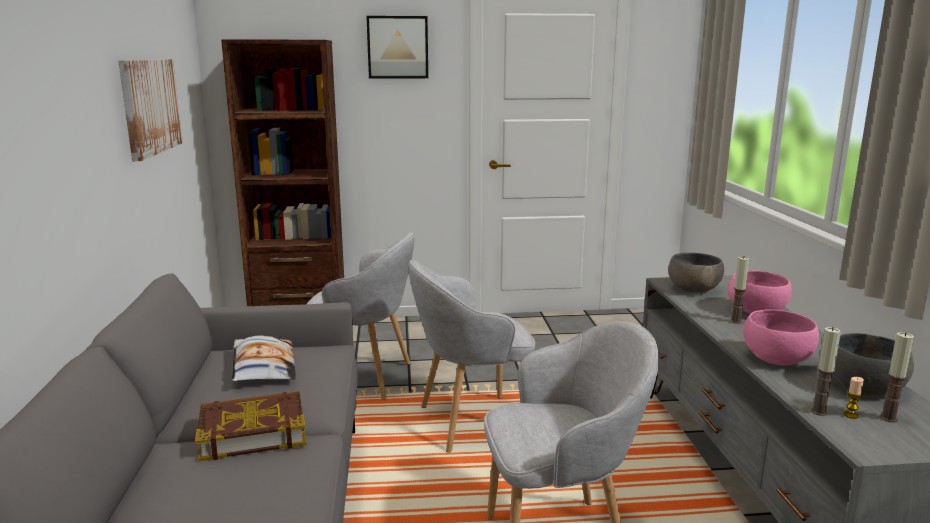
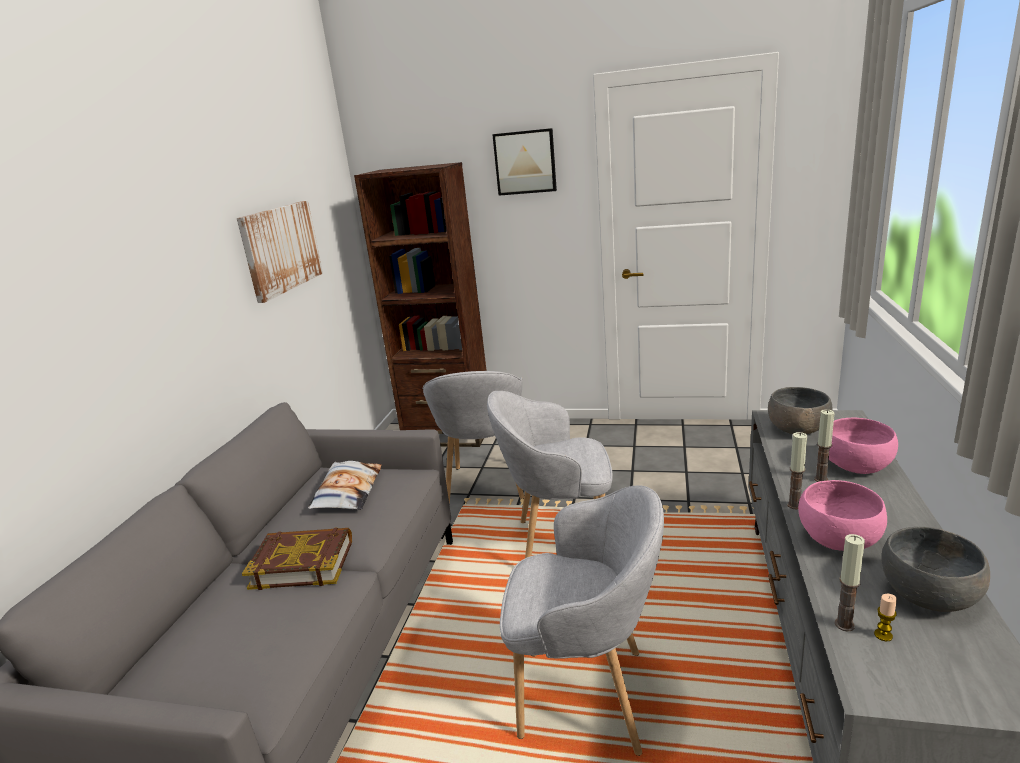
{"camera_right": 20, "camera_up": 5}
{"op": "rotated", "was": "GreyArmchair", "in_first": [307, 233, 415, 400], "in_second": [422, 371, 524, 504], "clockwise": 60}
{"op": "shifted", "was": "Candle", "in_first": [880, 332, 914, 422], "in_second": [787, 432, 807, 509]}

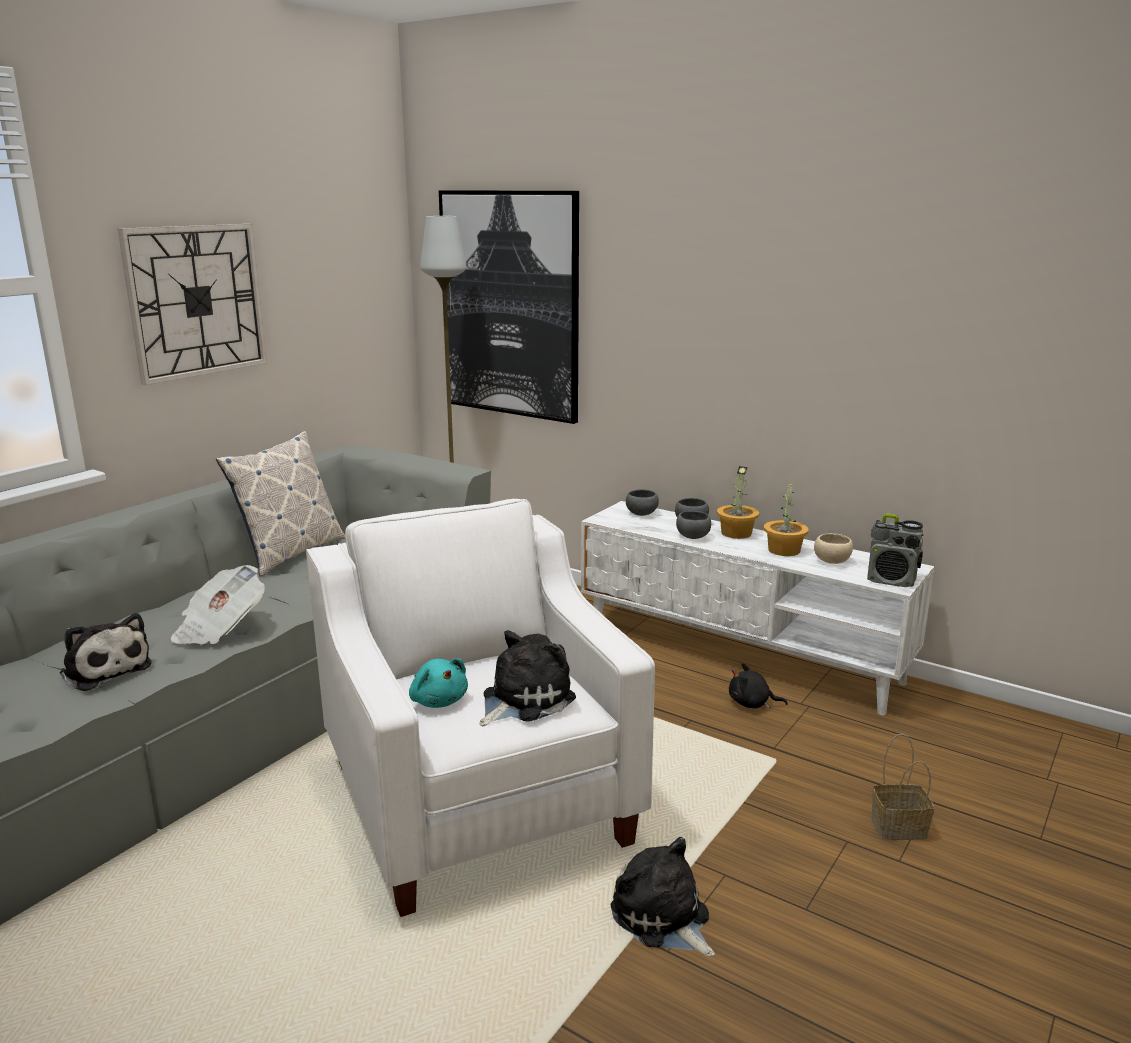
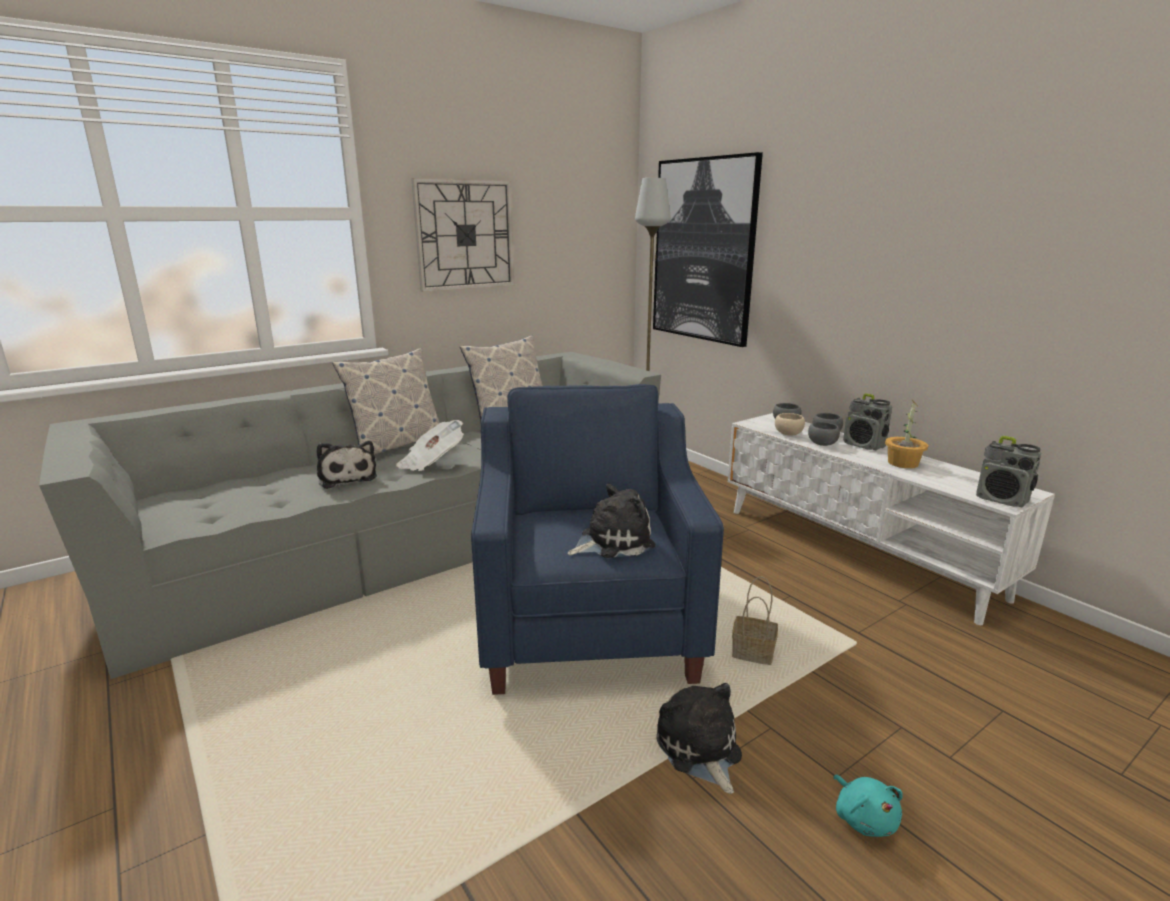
{"camera_right": 20, "camera_up": 0}
{"op": "new", "now": "Pillow", "in_second": [332, 348, 440, 455]}
{"op": "repainted", "was": "WhiteArmchair", "now": "BlueArmchair", "in_first": [306, 499, 655, 917], "in_second": [471, 384, 724, 695]}
{"op": "shifted", "was": "Basket", "in_first": [871, 734, 934, 840], "in_second": [732, 577, 778, 665]}
{"op": "shifted", "was": "BeigeBowl", "in_first": [814, 533, 853, 564], "in_second": [775, 413, 805, 436]}
{"op": "shifted", "was": "TurquoisePlushToy", "in_first": [409, 658, 468, 708], "in_second": [833, 774, 903, 837]}
{"op": "swapped", "was": "PottedPlant", "now": "Radio", "in_first": [717, 466, 759, 539], "in_second": [843, 393, 892, 451]}
{"op": "gone", "was": "BlackPlushToy", "in_first": [729, 663, 788, 708]}

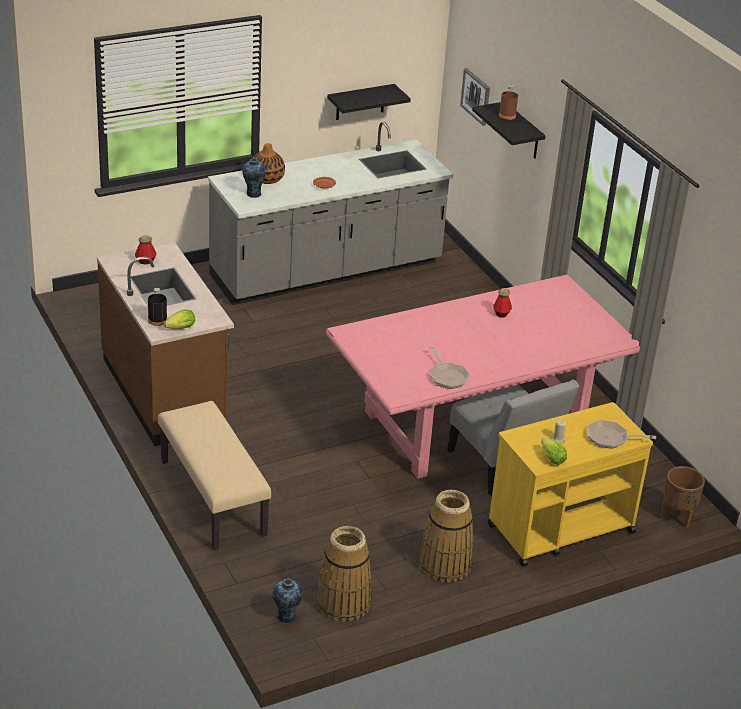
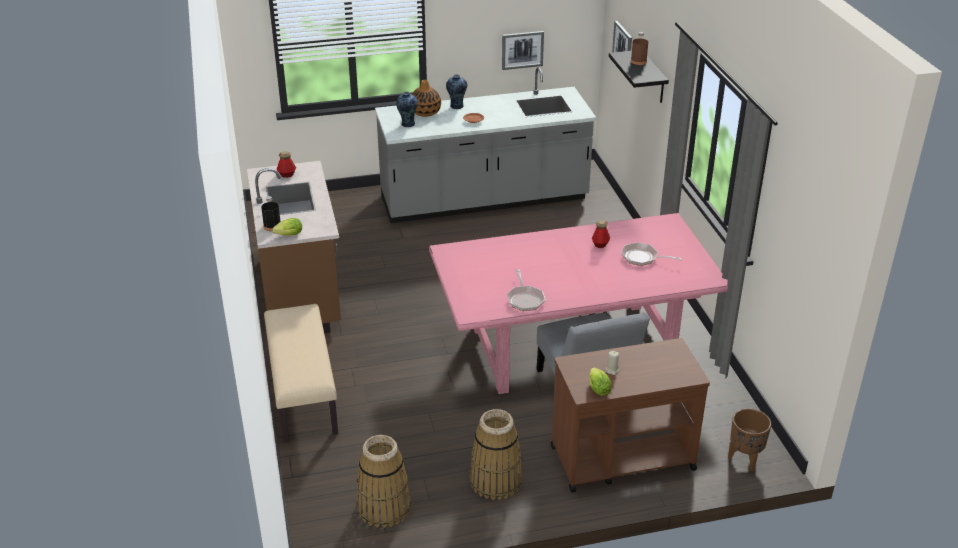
{"camera_right": 15, "camera_up": 0}
{"op": "shifted", "was": "Vase", "in_first": [273, 579, 303, 624], "in_second": [446, 74, 467, 109]}
{"op": "swapped", "was": "BlackShelf", "now": "Picture", "in_first": [327, 84, 411, 120], "in_second": [502, 31, 544, 70]}
{"op": "repainted", "was": "YellowCart", "now": "BrownCart", "in_first": [488, 402, 653, 567], "in_second": [551, 338, 710, 492]}
{"op": "shifted", "was": "FryingPan", "in_first": [587, 420, 656, 449], "in_second": [621, 242, 682, 266]}

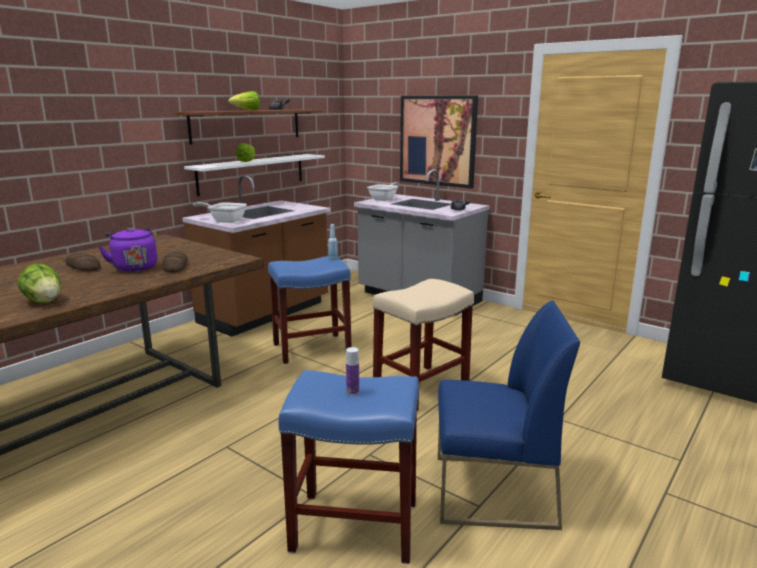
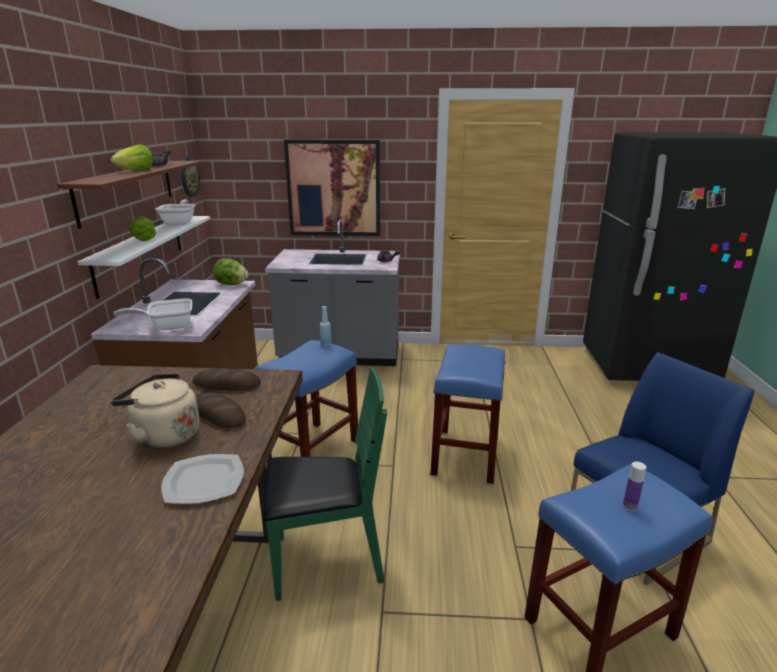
{"camera_right": -35, "camera_up": 5}
{"op": "repainted", "was": "PurpleKettle", "now": "BeigeKettle", "in_first": [99, 227, 157, 272], "in_second": [111, 373, 199, 449]}
{"op": "shifted", "was": "FryingPan", "in_first": [367, 182, 399, 201], "in_second": [156, 200, 195, 225]}
{"op": "new", "now": "Plate", "in_second": [161, 454, 244, 504]}
{"op": "new", "now": "WallClock", "in_second": [181, 156, 200, 197]}
{"op": "shifted", "was": "Bread", "in_first": [65, 253, 101, 271], "in_second": [193, 368, 261, 390]}
{"op": "shifted", "was": "Lettuce", "in_first": [18, 264, 61, 303], "in_second": [213, 258, 249, 285]}
{"op": "new", "now": "GreenChair", "in_second": [263, 367, 387, 601]}
{"op": "repainted", "was": "BeigeStool", "now": "BlueStool", "in_first": [373, 279, 474, 412], "in_second": [431, 344, 505, 484]}

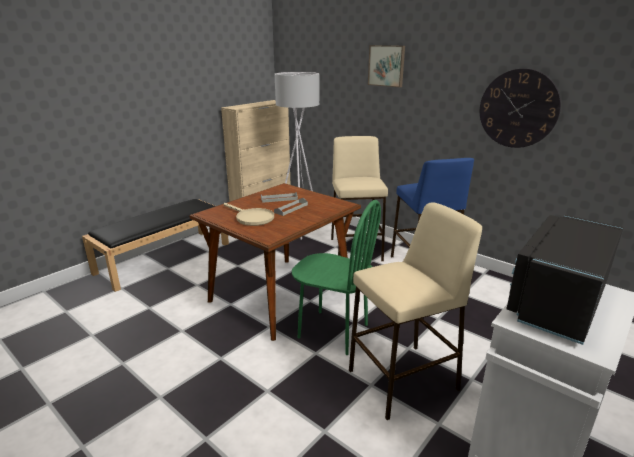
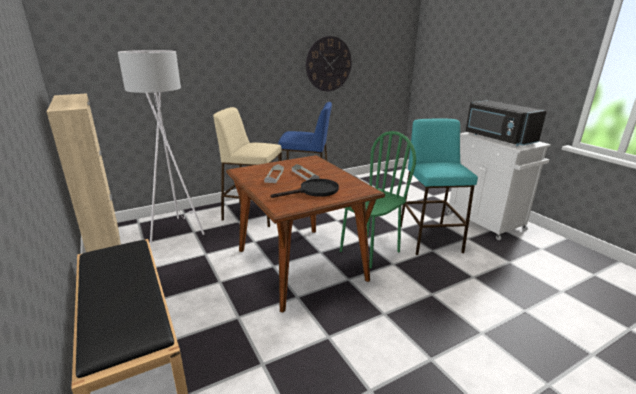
{"camera_right": -70, "camera_up": 0}
{"op": "repainted", "was": "BeigeFryingPan", "now": "BlackFryingPan", "in_first": [224, 203, 274, 226], "in_second": [271, 179, 339, 198]}
{"op": "repainted", "was": "BeigeStool", "now": "TurquoiseStool", "in_first": [349, 202, 482, 420], "in_second": [401, 119, 478, 255]}
{"op": "gone", "was": "Picture", "in_first": [368, 45, 405, 87]}

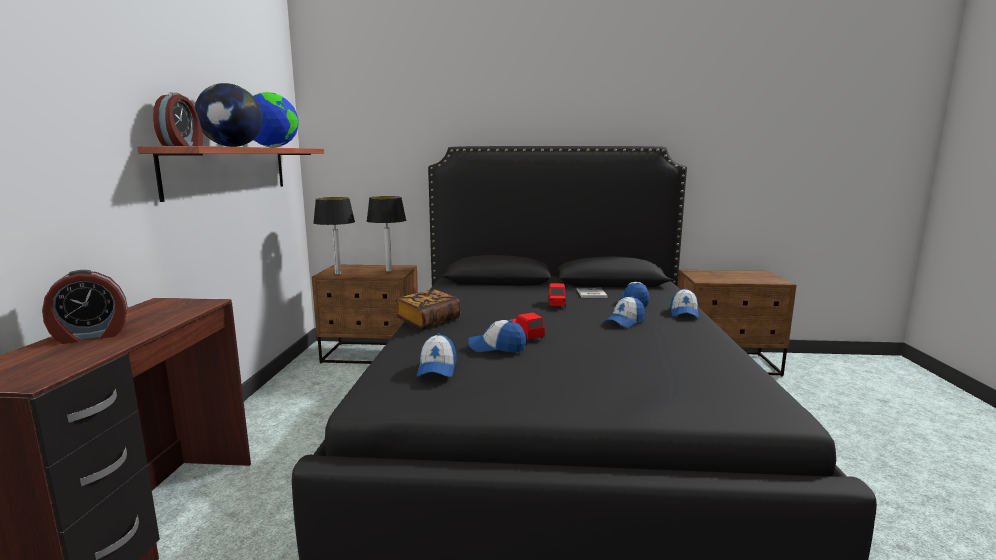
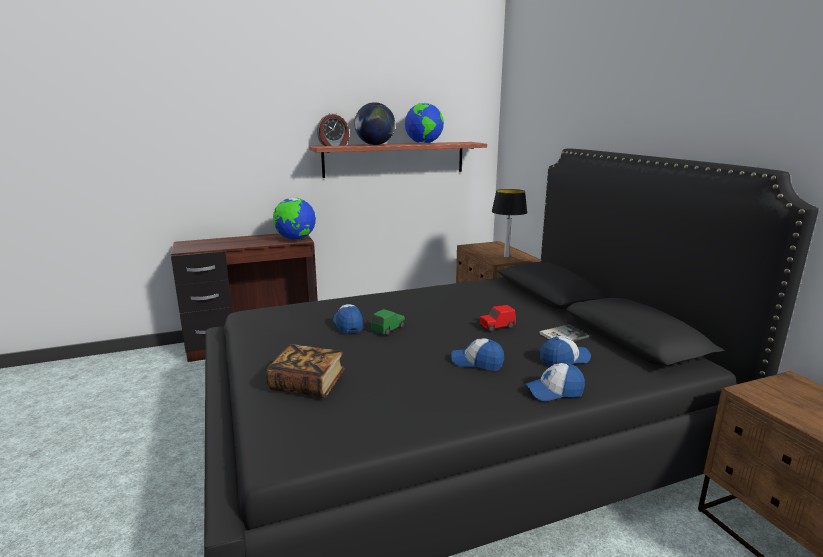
{"camera_right": 65, "camera_up": 5}
{"op": "shifted", "was": "Book", "in_first": [395, 289, 461, 330], "in_second": [266, 344, 345, 398]}
{"op": "new", "now": "Globe", "in_second": [273, 198, 316, 240]}
{"op": "repainted", "was": "RedToyCar", "now": "GreenToyCar", "in_first": [510, 313, 545, 341], "in_second": [371, 309, 405, 336]}
{"op": "gone", "was": "AlarmClock", "in_first": [42, 270, 128, 344]}
{"op": "gone", "was": "TableLamp", "in_first": [313, 197, 355, 275]}
{"op": "gone", "was": "Cap", "in_first": [417, 334, 457, 377]}

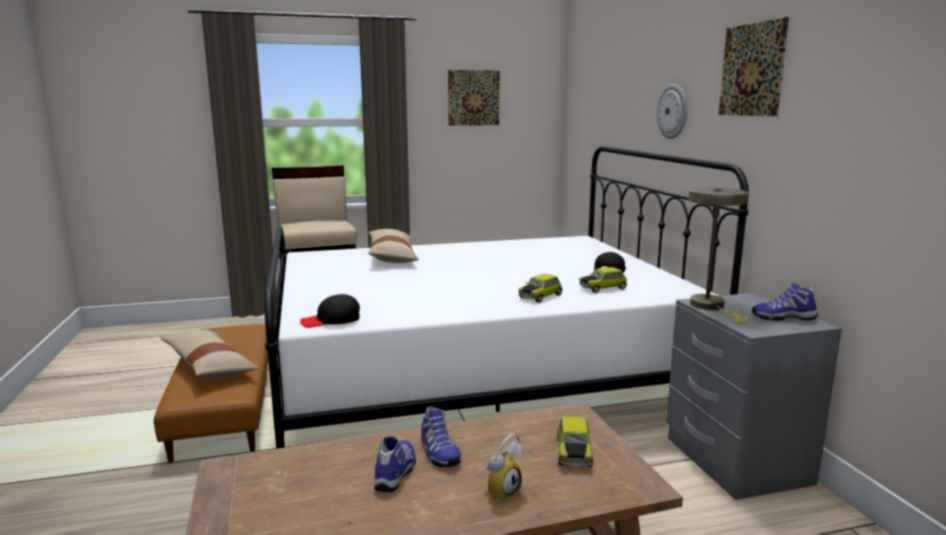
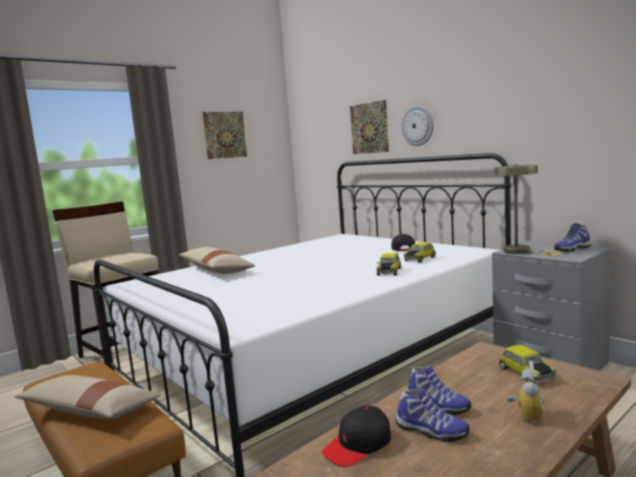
{"camera_right": -25, "camera_up": -5}
{"op": "shifted", "was": "BlackCap", "in_first": [300, 294, 360, 328], "in_second": [322, 406, 391, 467]}
{"op": "shifted", "was": "Picture", "in_first": [718, 17, 789, 116], "in_second": [350, 100, 389, 154]}
{"op": "rotated", "was": "Shoe", "in_first": [374, 436, 416, 492], "in_second": [396, 388, 470, 443], "clockwise": 135}

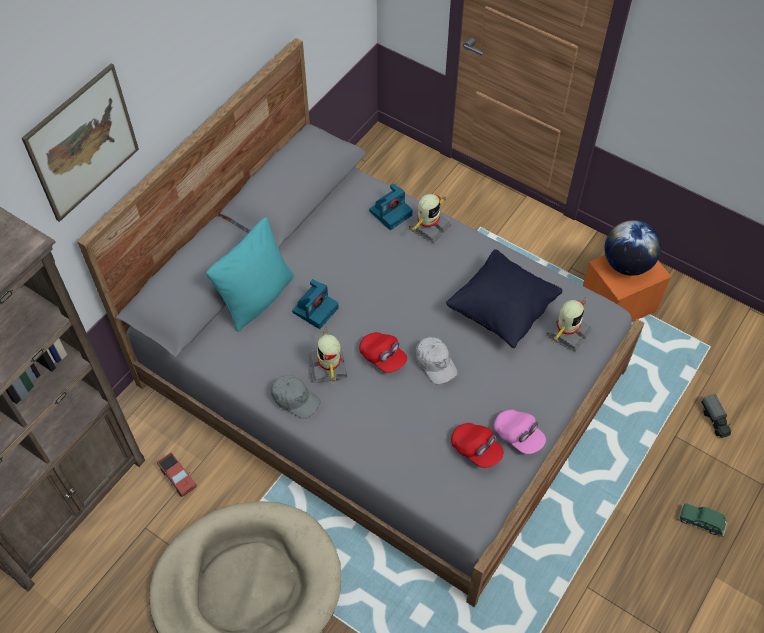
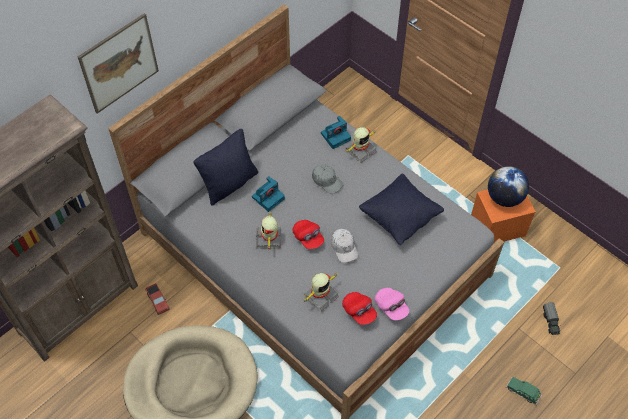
{"camera_right": 10, "camera_up": 0}
{"op": "repainted", "was": "TurquoisePillow", "now": "BlackPillow", "in_first": [206, 218, 294, 332], "in_second": [193, 129, 258, 206]}
{"op": "shifted", "was": "ToyRobot", "in_first": [546, 299, 592, 351], "in_second": [303, 273, 339, 311]}
{"op": "shifted", "was": "GreyCap", "in_first": [271, 375, 321, 419], "in_second": [312, 165, 343, 194]}

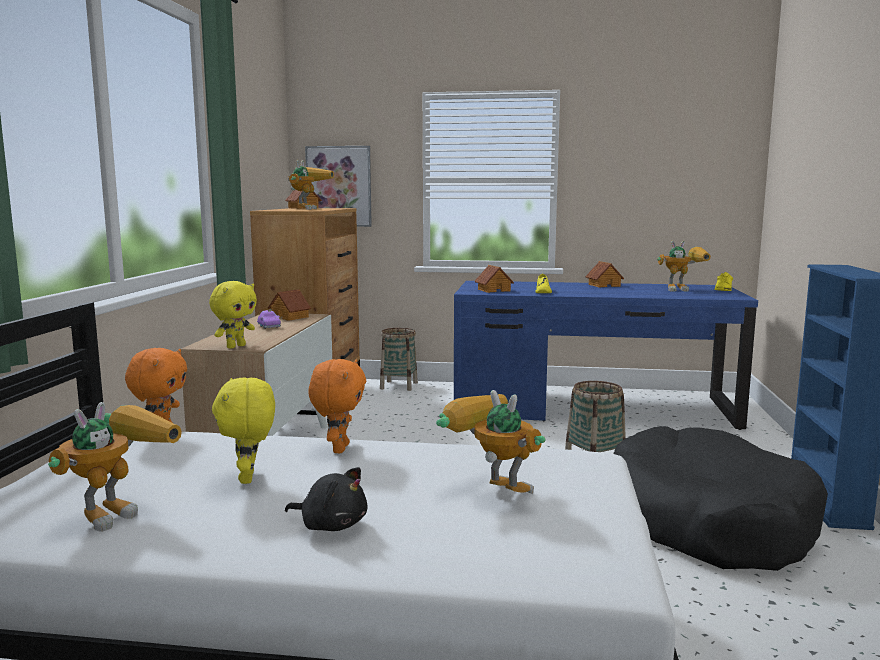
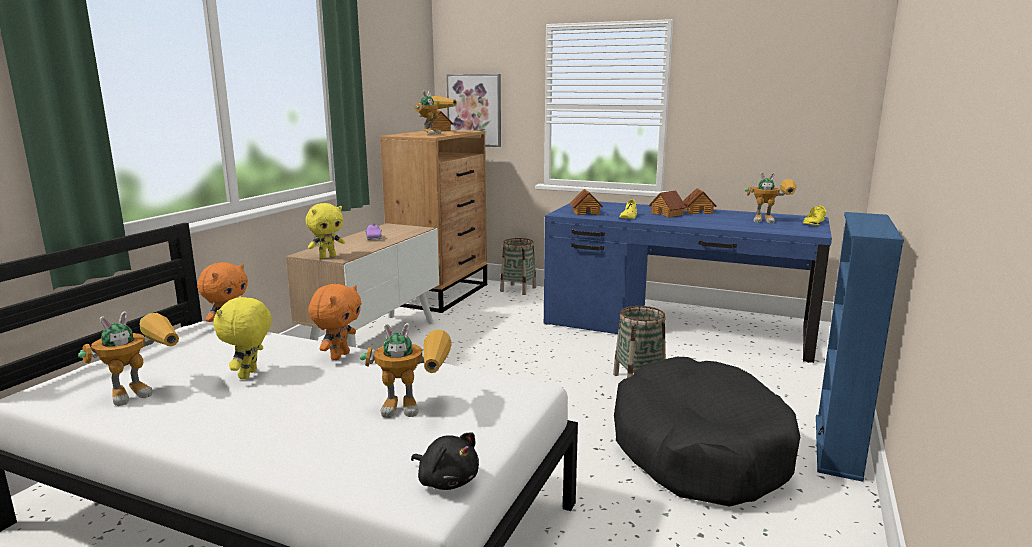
{"camera_right": 15, "camera_up": 5}
{"op": "rotated", "was": "ToyRobot", "in_first": [436, 390, 545, 494], "in_second": [360, 323, 452, 418], "clockwise": 120}
{"op": "shifted", "was": "BlackPlushToy", "in_first": [285, 467, 367, 531], "in_second": [411, 433, 479, 490]}
{"op": "shifted", "was": "ToyHouse", "in_first": [268, 289, 311, 321], "in_second": [648, 191, 686, 217]}

